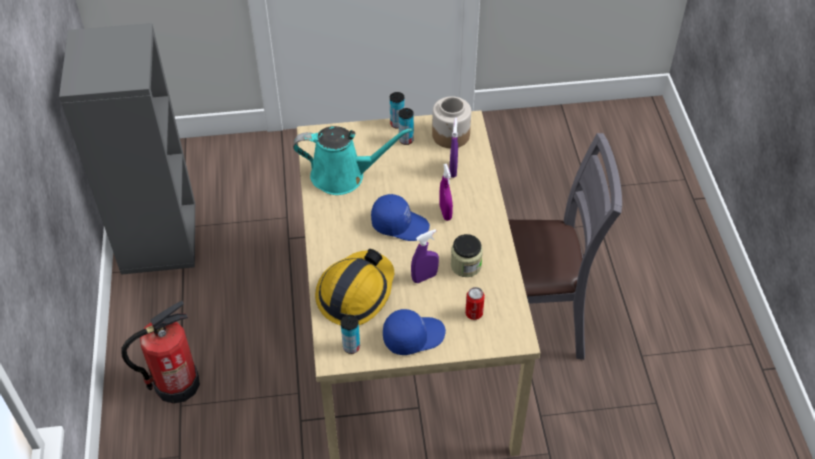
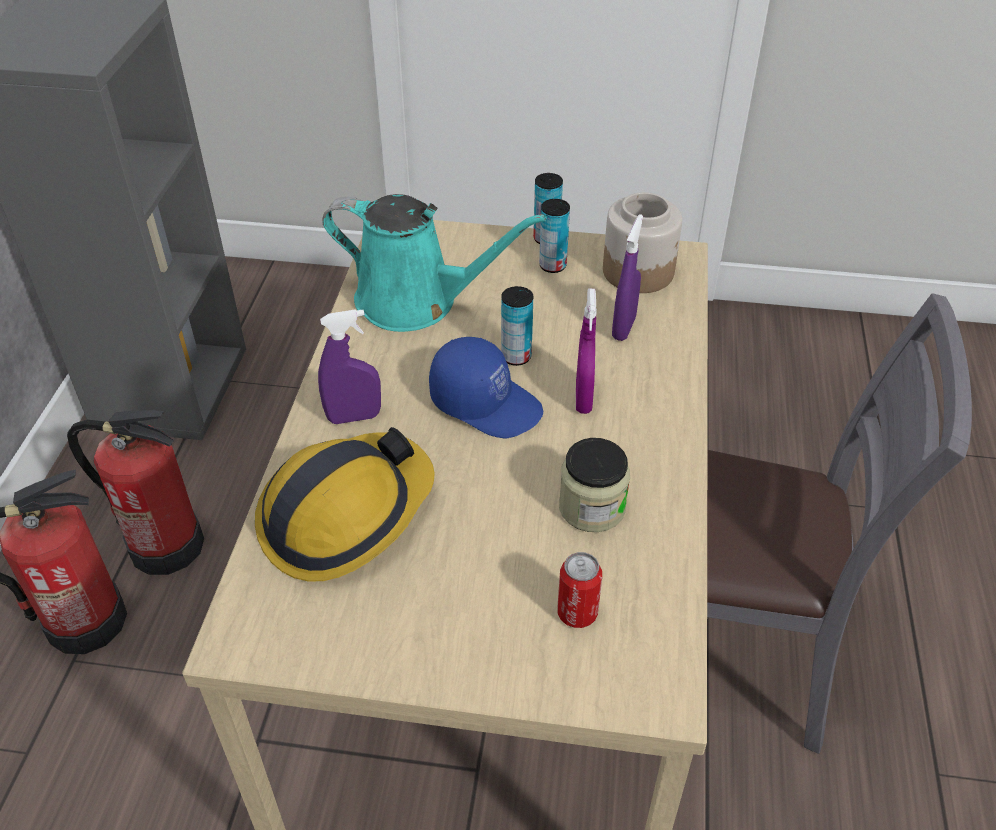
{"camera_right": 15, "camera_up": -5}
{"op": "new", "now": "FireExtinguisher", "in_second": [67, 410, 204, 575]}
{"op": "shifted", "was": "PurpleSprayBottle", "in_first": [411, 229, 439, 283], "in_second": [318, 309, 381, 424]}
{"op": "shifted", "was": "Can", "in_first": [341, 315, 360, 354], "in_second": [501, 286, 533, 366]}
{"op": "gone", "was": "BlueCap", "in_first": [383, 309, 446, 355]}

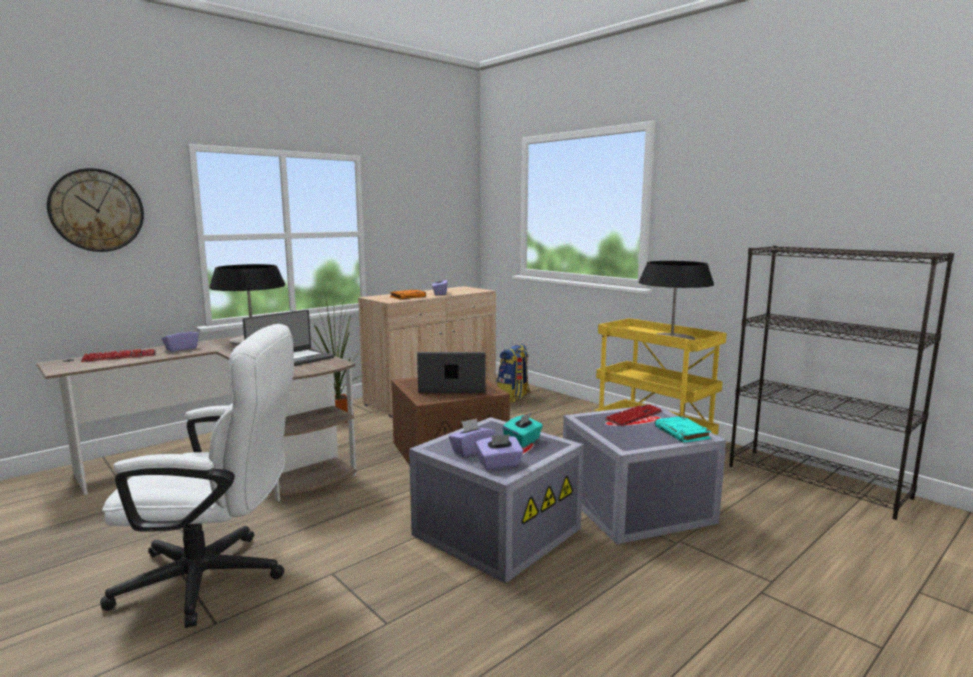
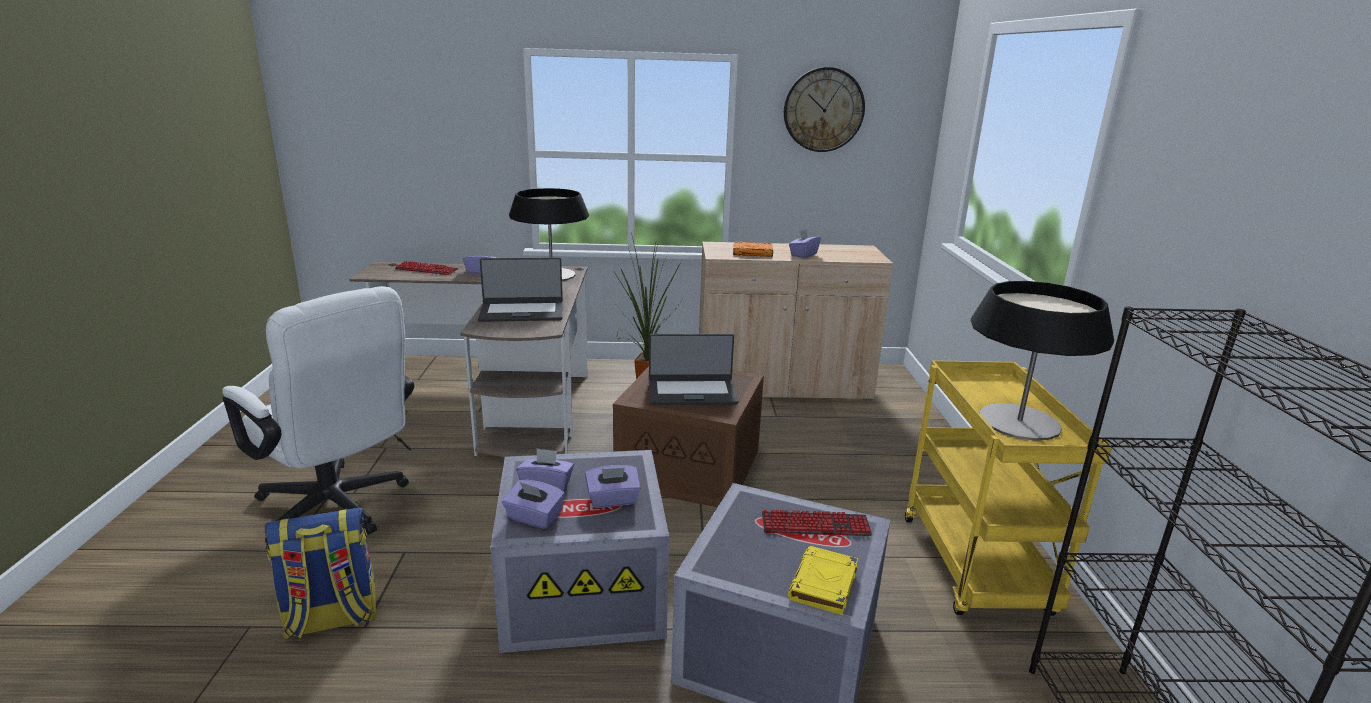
{"camera_right": 40, "camera_up": 10}
{"op": "shifted", "was": "Backpack", "in_first": [497, 344, 530, 403], "in_second": [265, 507, 377, 639]}
{"op": "repainted", "was": "TurquoiseTissueBox", "now": "PurpleTissueBox", "in_first": [503, 412, 543, 448], "in_second": [585, 465, 641, 508]}
{"op": "rotated", "was": "Laptop", "in_first": [417, 352, 486, 393], "in_second": [649, 334, 738, 405], "clockwise": 135}
{"op": "shifted", "was": "WallClock", "in_first": [47, 168, 144, 252], "in_second": [784, 67, 865, 152]}
{"op": "repainted", "was": "TurquoiseBook", "now": "YellowBook", "in_first": [655, 416, 711, 443], "in_second": [788, 546, 858, 615]}

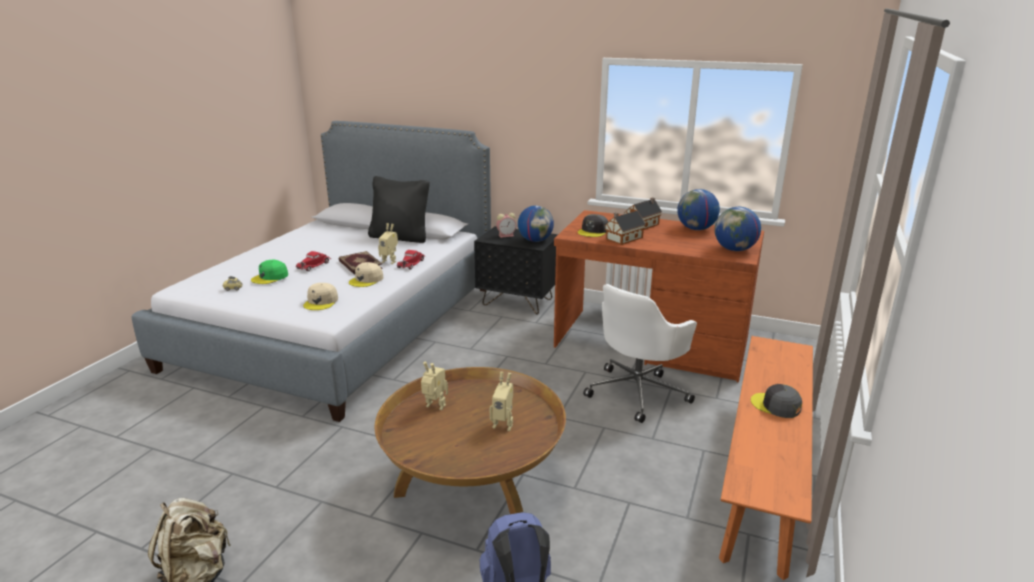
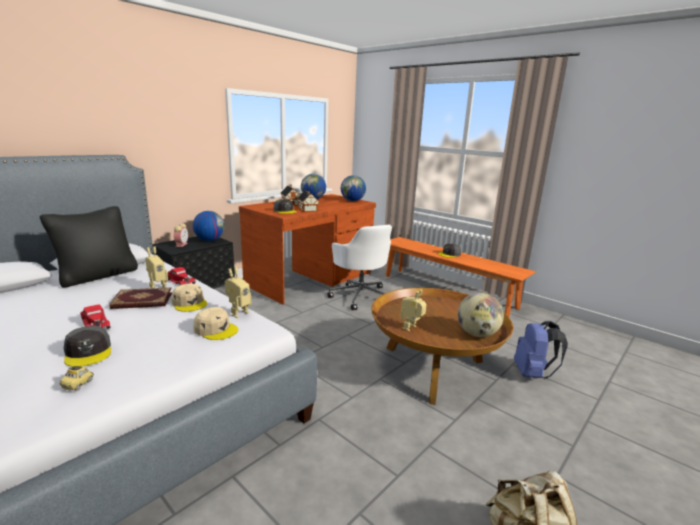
{"camera_right": -70, "camera_up": -5}
{"op": "repainted", "was": "GreenCap", "now": "GreyCap", "in_first": [251, 260, 288, 284], "in_second": [64, 326, 111, 367]}
{"op": "shifted", "was": "ToyRobot", "in_first": [490, 372, 513, 431], "in_second": [225, 267, 251, 318]}
{"op": "new", "now": "Globe", "in_second": [457, 293, 504, 337]}

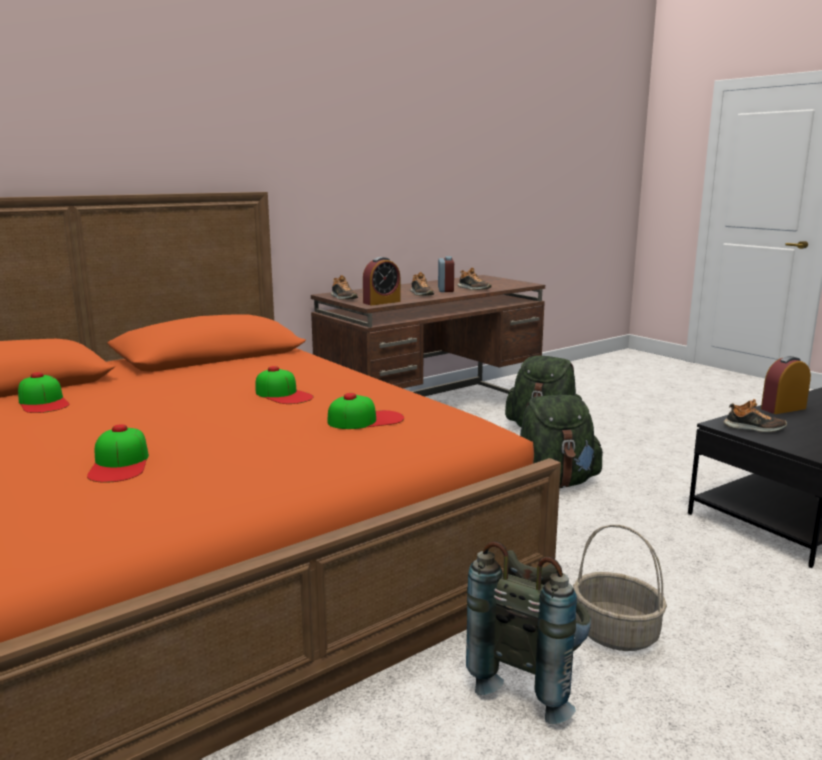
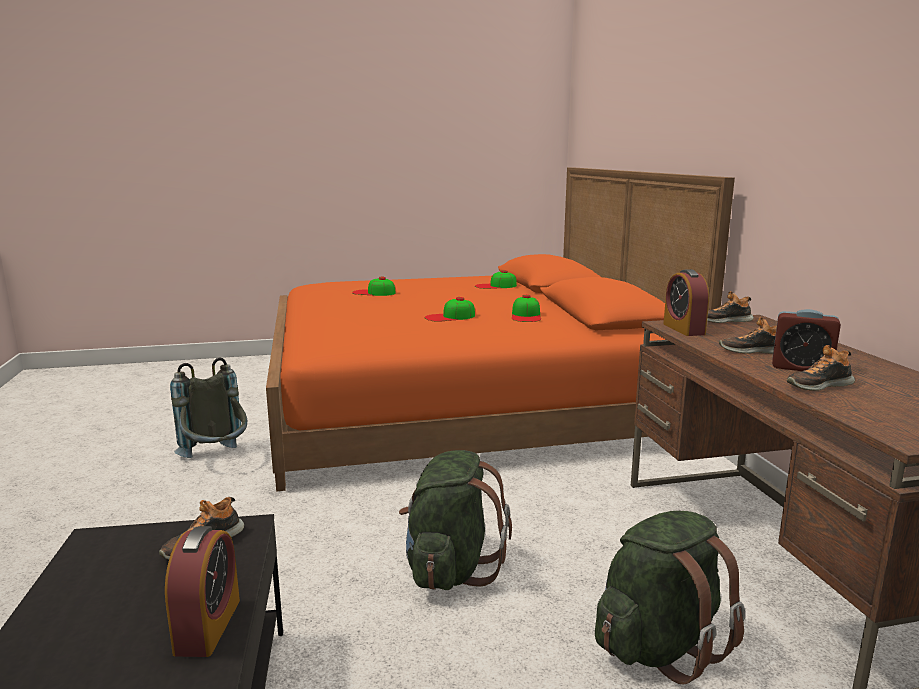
{"camera_right": 115, "camera_up": 0}
{"op": "shifted", "was": "Cap", "in_first": [328, 393, 404, 429], "in_second": [512, 295, 541, 322]}
{"op": "gone", "was": "Basket", "in_first": [573, 525, 667, 651]}

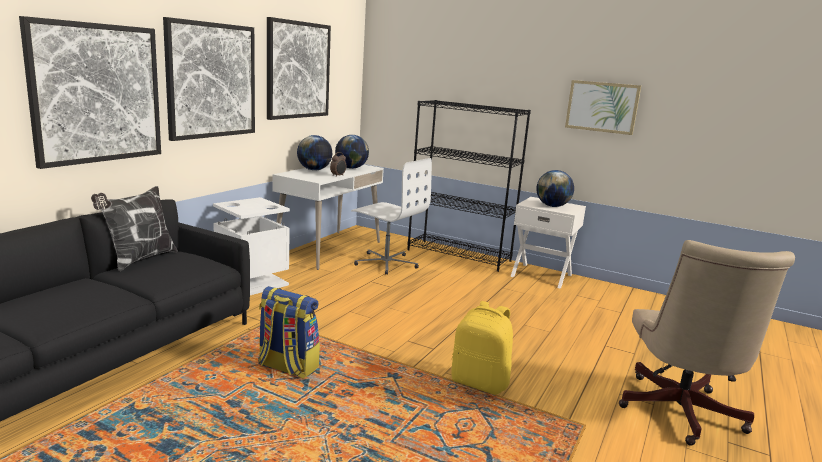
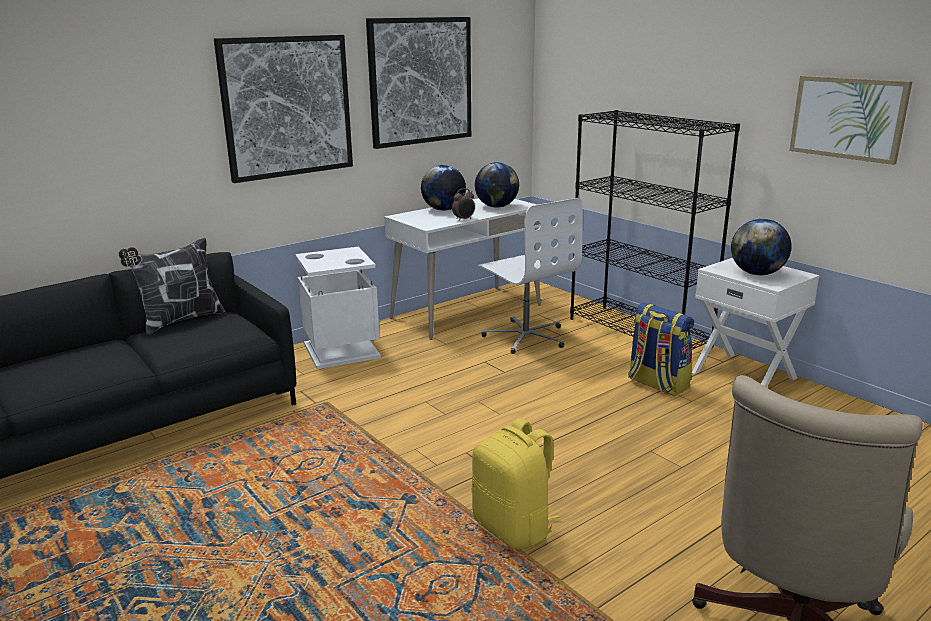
{"camera_right": 25, "camera_up": 5}
{"op": "shifted", "was": "Backpack", "in_first": [258, 286, 320, 379], "in_second": [628, 302, 694, 396]}
{"op": "gone", "was": "Picture", "in_first": [19, 16, 161, 169]}

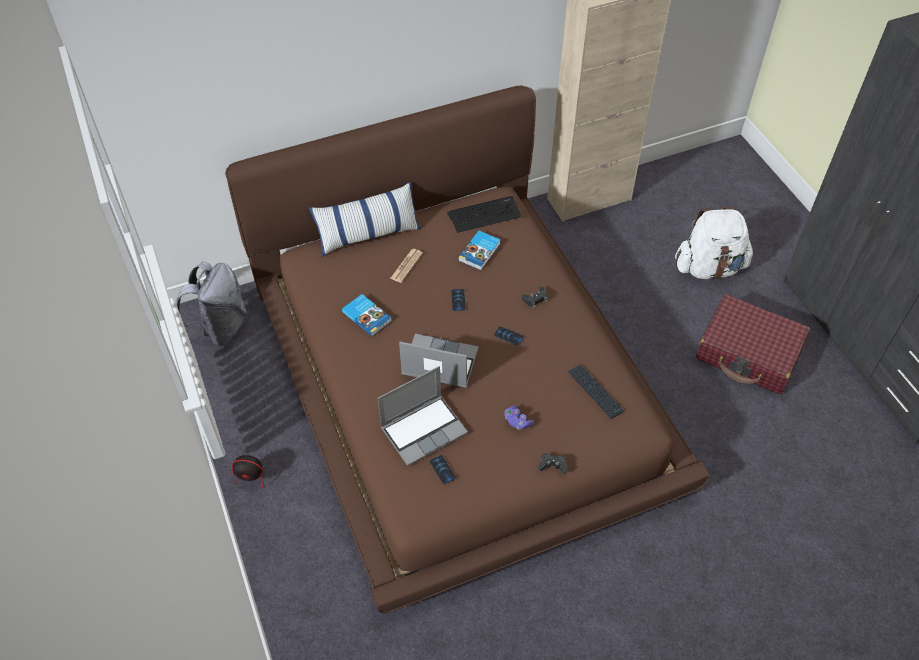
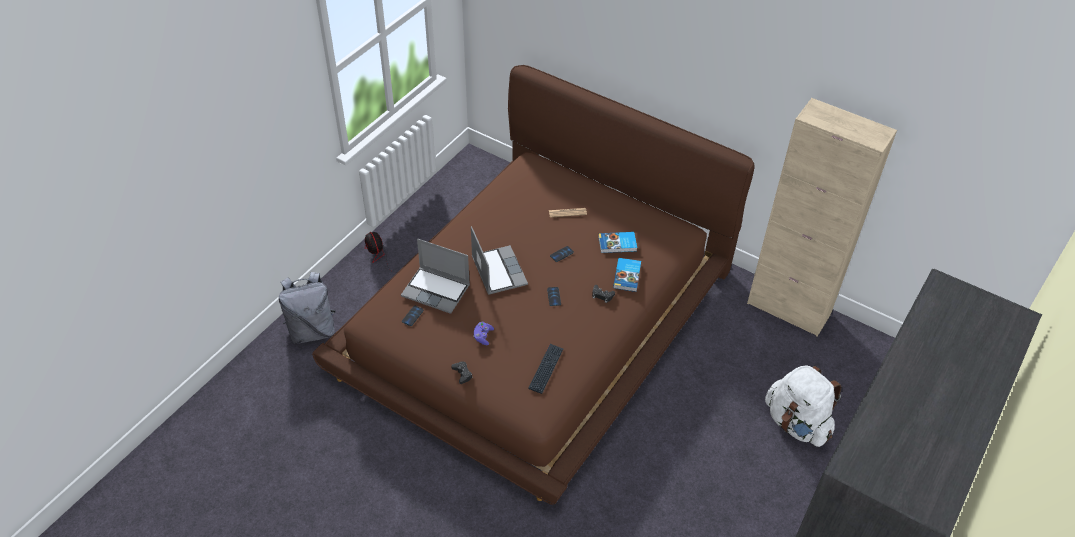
{"camera_right": 55, "camera_up": -5}
{"op": "shifted", "was": "GreyBackpack", "in_first": [176, 261, 247, 346], "in_second": [279, 272, 336, 344]}
{"op": "shifted", "was": "Book", "in_first": [342, 294, 392, 336], "in_second": [613, 258, 641, 292]}
{"op": "gone", "was": "Pillow", "in_first": [309, 182, 421, 257]}
{"op": "gone", "was": "Keyboard", "in_first": [447, 196, 522, 233]}
{"op": "gone", "was": "RedSuitcase", "in_first": [696, 294, 810, 394]}

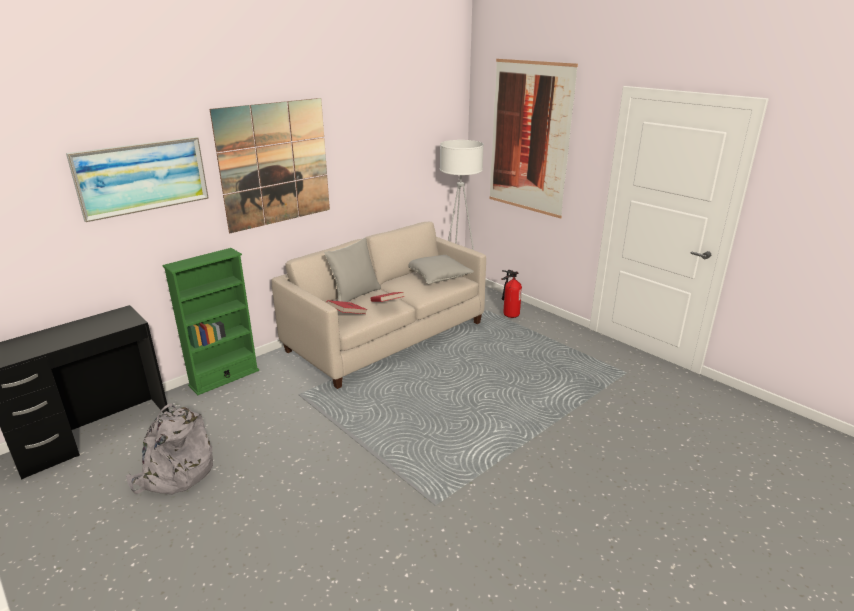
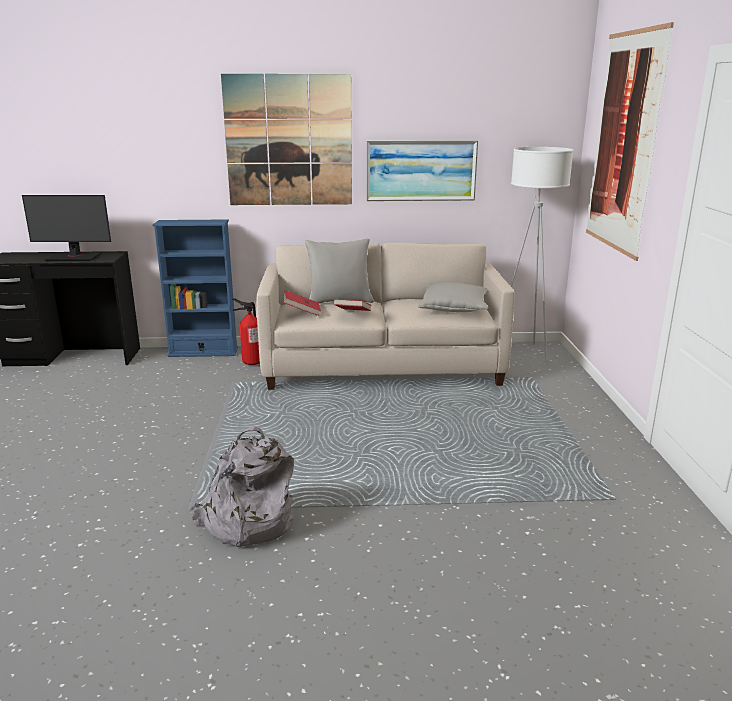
{"camera_right": 40, "camera_up": -5}
{"op": "new", "now": "Monitor", "in_second": [22, 195, 111, 261]}
{"op": "repainted", "was": "GreenBookcase", "now": "BlueBookcase", "in_first": [162, 248, 259, 395], "in_second": [153, 219, 238, 357]}
{"op": "shifted", "was": "GreyBackpack", "in_first": [126, 404, 213, 495], "in_second": [191, 427, 294, 547]}
{"op": "shifted", "was": "FireExtinguisher", "in_first": [501, 270, 522, 318], "in_second": [232, 298, 260, 365]}
{"op": "shifted", "was": "Picture", "in_first": [66, 137, 209, 222], "in_second": [366, 140, 478, 201]}

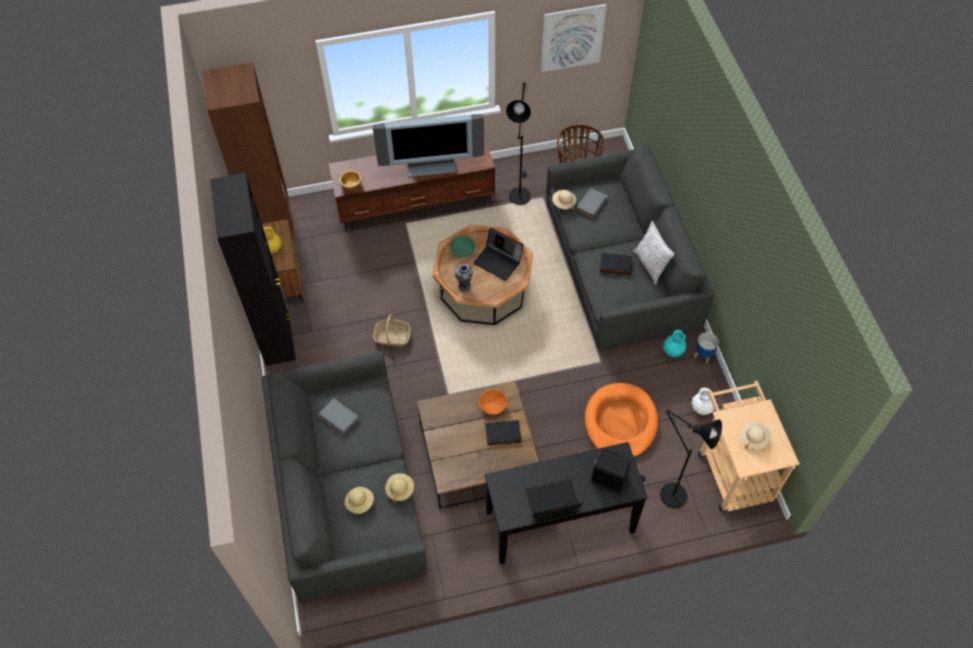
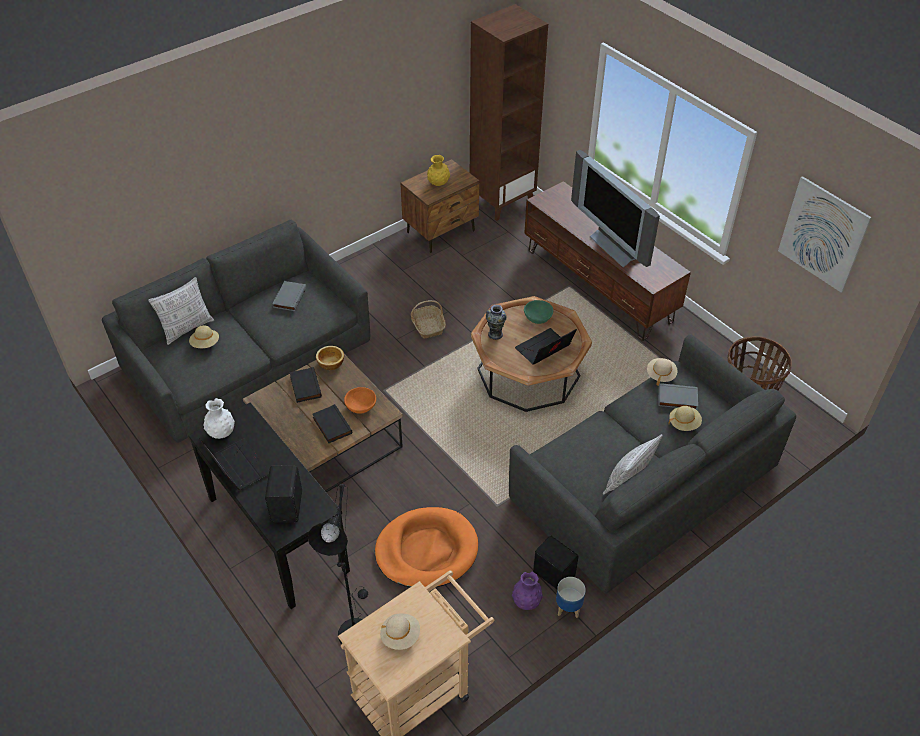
{"camera_right": 65, "camera_up": -10}
{"op": "new", "now": "Pillow", "in_second": [148, 277, 214, 345]}
{"op": "shifted", "was": "WhiteVase", "in_first": [691, 387, 715, 415], "in_second": [203, 398, 235, 439]}
{"op": "shifted", "was": "BlackBook", "in_first": [600, 253, 632, 275], "in_second": [289, 367, 322, 403]}
{"op": "shifted", "was": "Bowl", "in_first": [339, 170, 362, 191], "in_second": [316, 346, 344, 370]}
{"op": "new", "now": "PurpleVase", "in_second": [512, 572, 543, 610]}
{"op": "rotated", "was": "Laptop", "in_first": [473, 228, 523, 281], "in_second": [515, 328, 577, 365], "clockwise": 45}
{"op": "swapped", "was": "TurquoiseVase", "now": "BlackSpeaker", "in_first": [663, 330, 687, 357], "in_second": [533, 536, 579, 589]}
{"op": "shifted", "was": "BeigeHat", "in_first": [385, 473, 414, 503], "in_second": [669, 406, 702, 431]}
{"op": "gone", "was": "BlackCabinet", "in_first": [210, 173, 296, 372]}
{"op": "gone", "was": "BlackFloorLamp", "in_first": [506, 82, 531, 205]}

